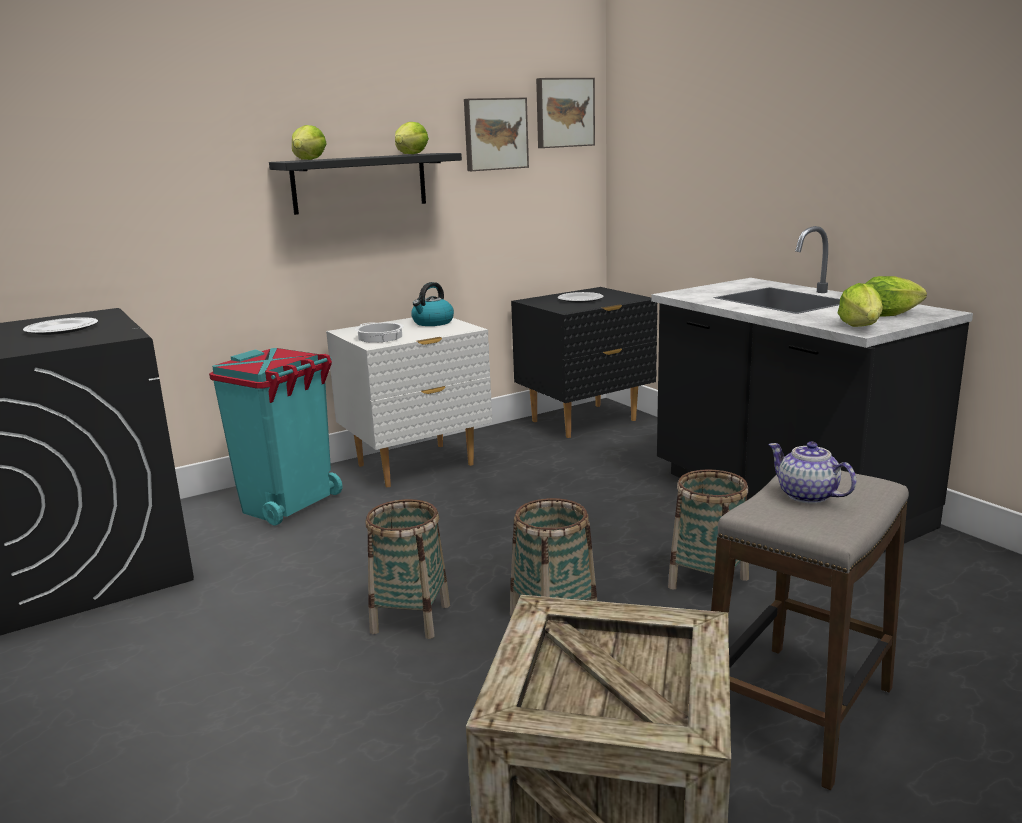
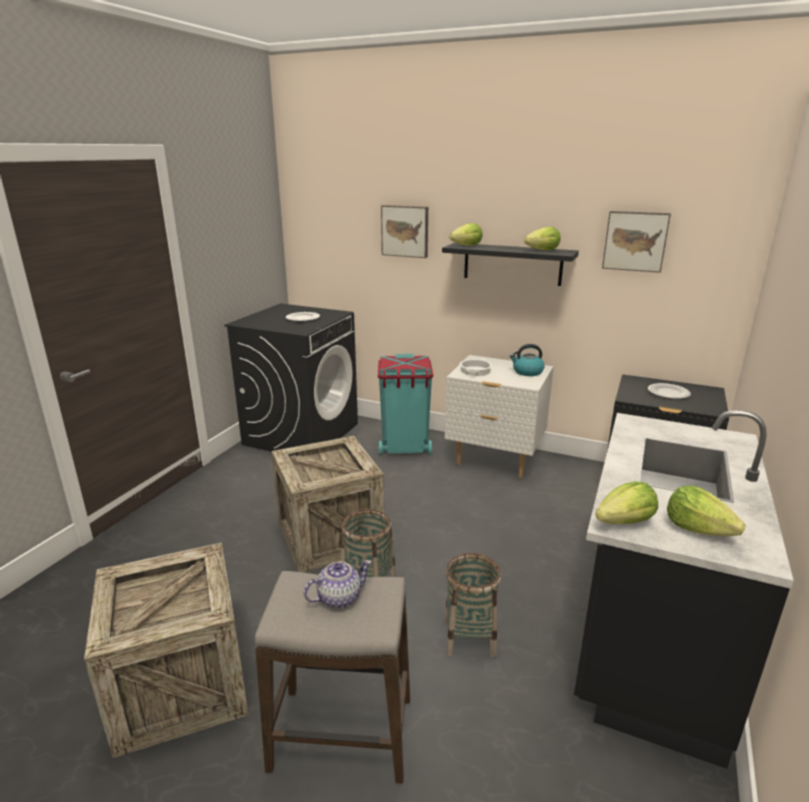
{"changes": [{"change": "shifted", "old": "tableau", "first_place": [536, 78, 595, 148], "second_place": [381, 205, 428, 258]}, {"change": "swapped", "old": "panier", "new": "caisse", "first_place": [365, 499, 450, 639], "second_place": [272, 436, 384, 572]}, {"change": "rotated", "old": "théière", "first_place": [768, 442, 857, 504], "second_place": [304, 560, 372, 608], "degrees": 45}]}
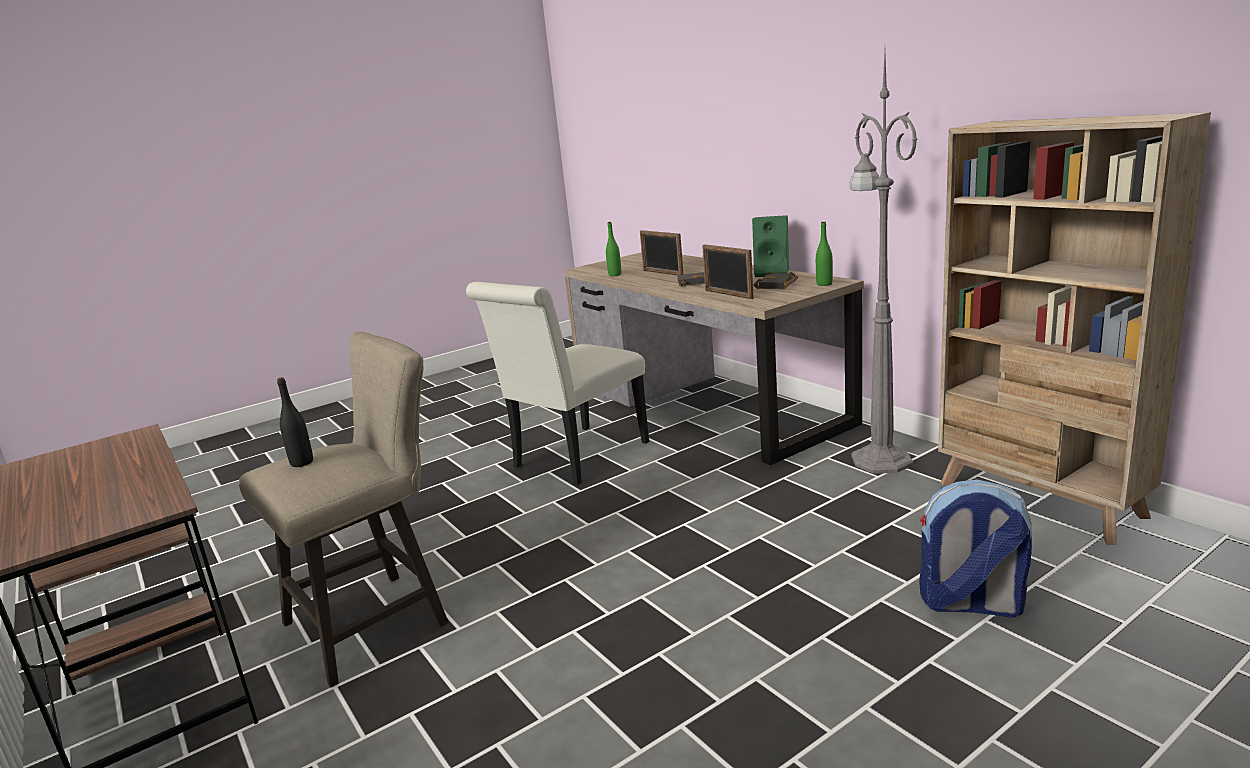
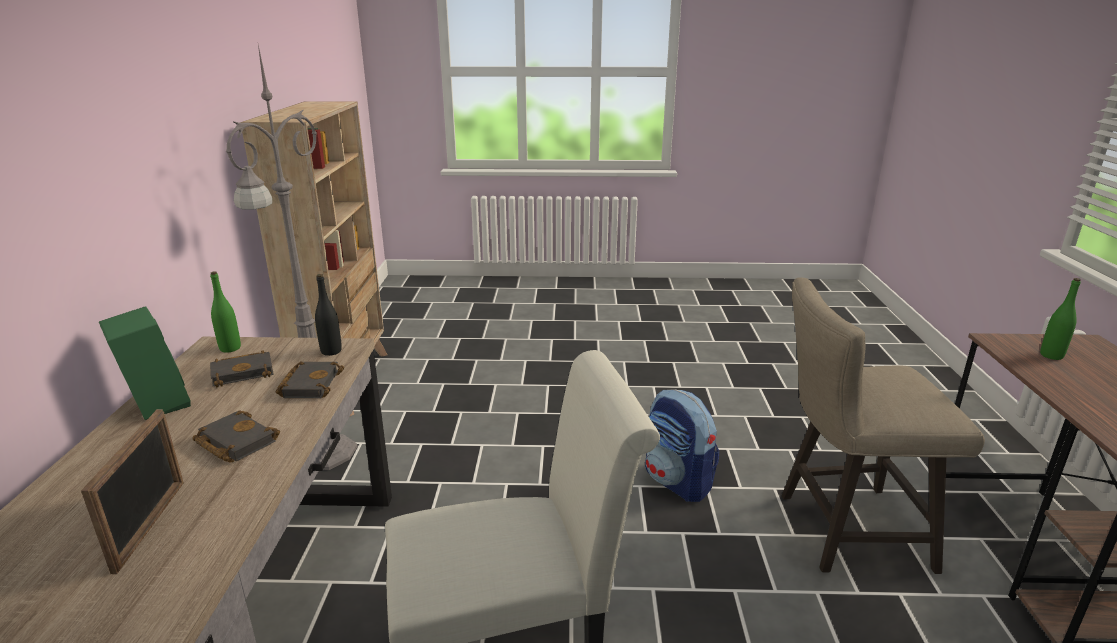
{"changes": [{"change": "shifted", "old": "bouteille (noir)", "first_place": [277, 377, 313, 467], "second_place": [315, 274, 342, 356]}, {"change": "shifted", "old": "bouteille (vert)", "first_place": [606, 222, 621, 276], "second_place": [1040, 278, 1081, 360]}, {"change": "shifted", "old": "sac à dos", "first_place": [919, 479, 1032, 618], "second_place": [645, 389, 719, 502]}, {"change": "swapped", "old": "cadre photo", "new": "livre (noir)", "first_place": [702, 244, 754, 299], "second_place": [276, 362, 344, 398]}]}
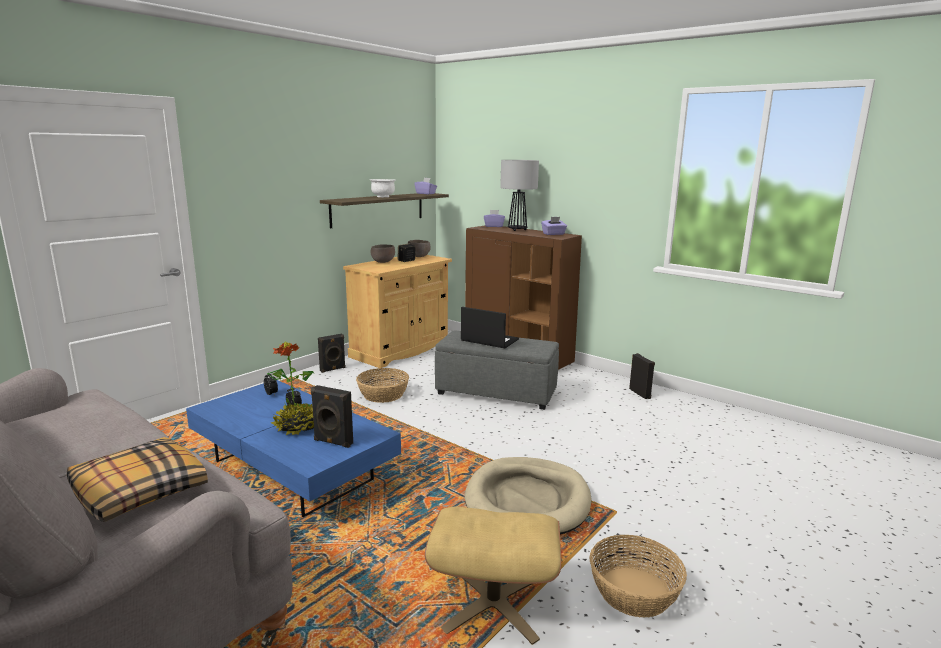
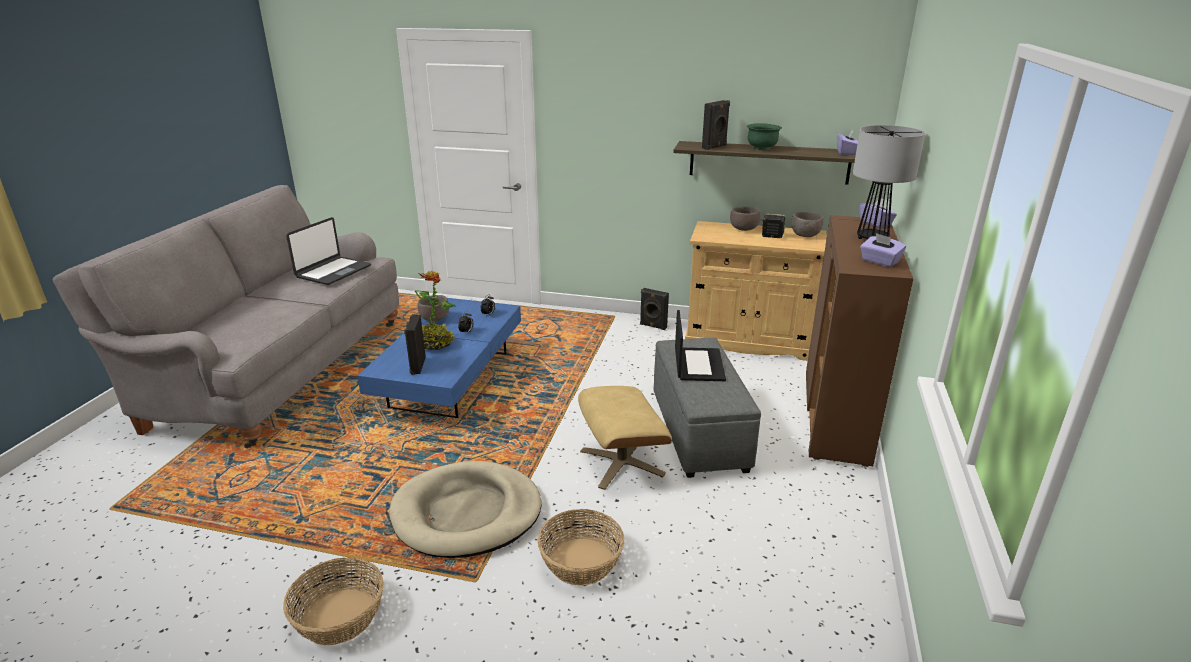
{"changes": [{"change": "gone", "old": "coussin", "first_place": [67, 437, 208, 522]}, {"change": "new", "new": "ordinateur portable", "second_place": [286, 217, 371, 285]}, {"change": "new", "new": "bol (marron)", "second_place": [417, 295, 449, 321]}, {"change": "shifted", "old": "panier", "first_place": [356, 368, 409, 403], "second_place": [537, 509, 624, 585]}, {"change": "shifted", "old": "pouf (beige)", "first_place": [425, 507, 561, 645], "second_place": [578, 386, 672, 490]}, {"change": "shifted", "old": "enceinte (noir)", "first_place": [629, 353, 655, 399], "second_place": [702, 100, 730, 150]}, {"change": "repainted", "old": "bol (blanc)", "new": "bol (vert)", "first_place": [370, 179, 396, 197], "second_place": [747, 123, 782, 150]}]}
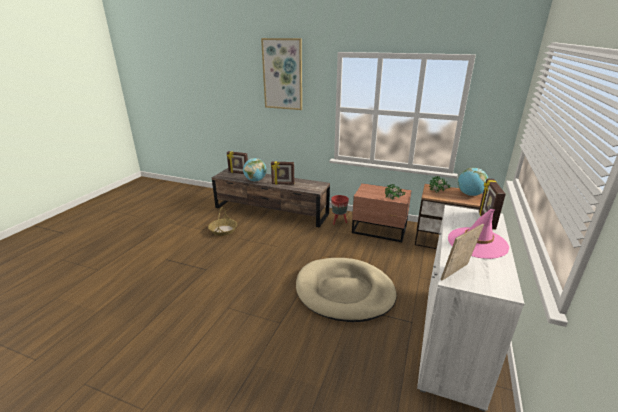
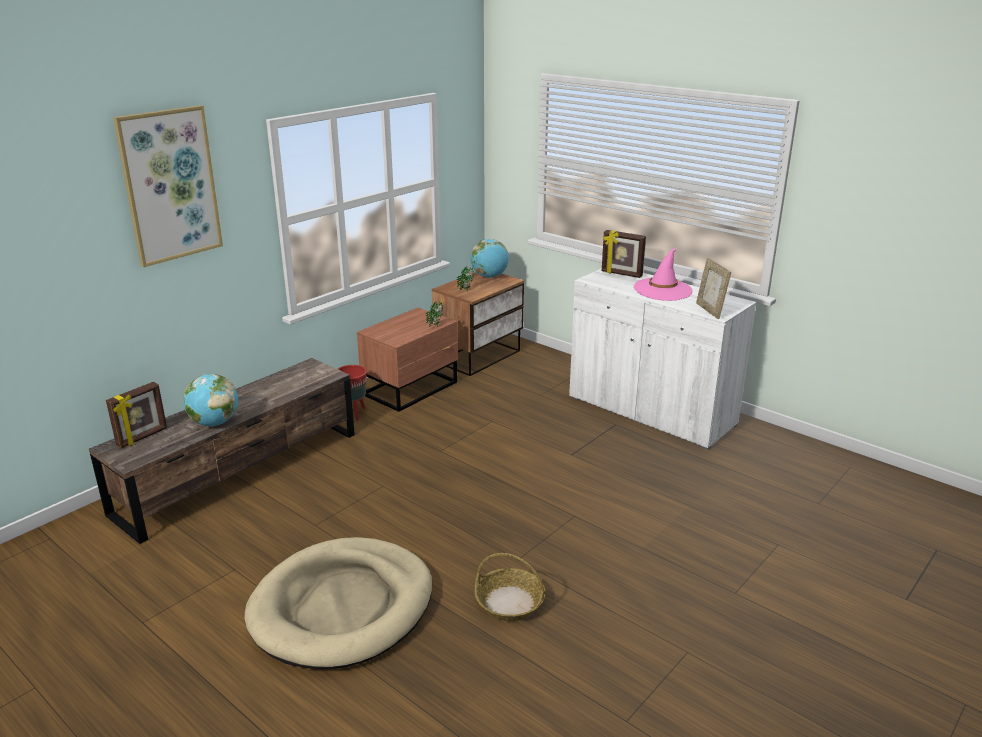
{"changes": [{"change": "gone", "old": "cadre photo", "first_place": [271, 162, 294, 185]}, {"change": "shifted", "old": "panier", "first_place": [208, 207, 237, 236], "second_place": [475, 553, 546, 621]}, {"change": "shifted", "old": "panier pour chien (beige)", "first_place": [296, 258, 397, 322], "second_place": [244, 537, 432, 669]}]}
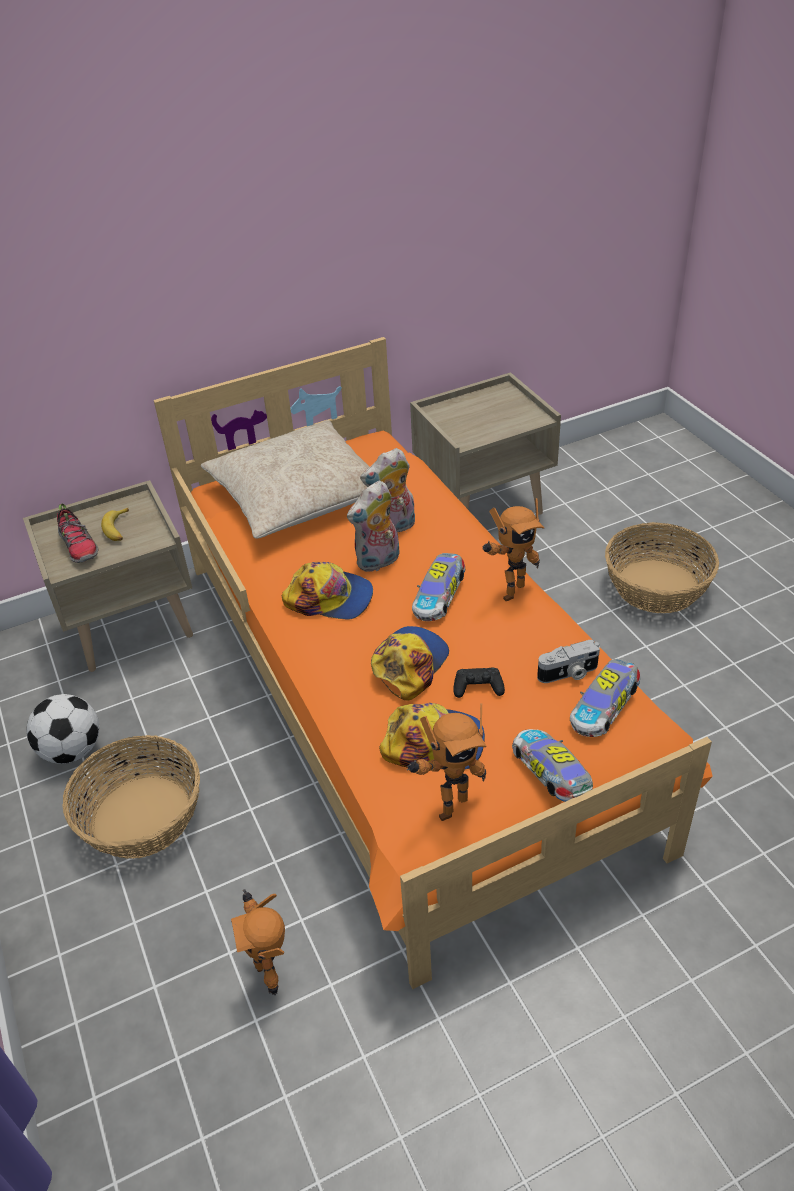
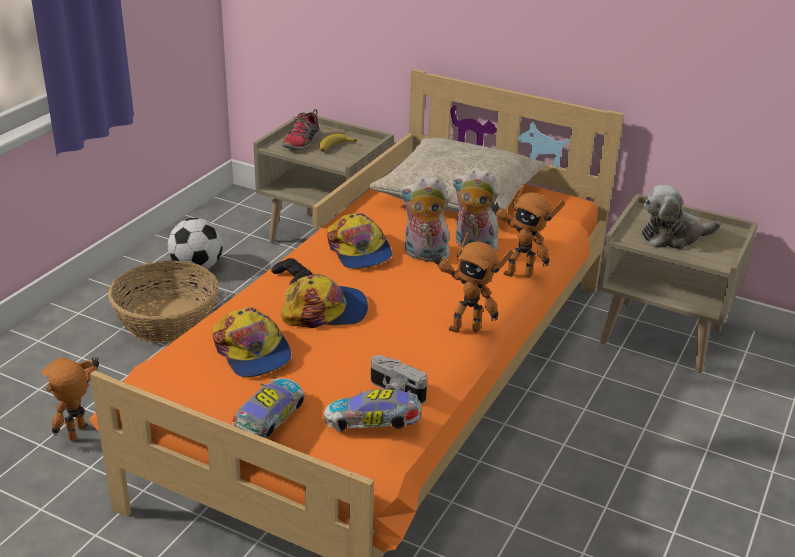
{"changes": [{"change": "gone", "old": "petite voiture", "first_place": [412, 553, 465, 621]}, {"change": "gone", "old": "panier", "first_place": [605, 522, 719, 613]}, {"change": "new", "new": "peluche", "second_place": [641, 185, 721, 249]}, {"change": "shifted", "old": "robot jouet", "first_place": [407, 703, 487, 821], "second_place": [489, 184, 565, 277]}, {"change": "shifted", "old": "manette (noir)", "first_place": [454, 667, 505, 698], "second_place": [271, 258, 312, 284]}]}
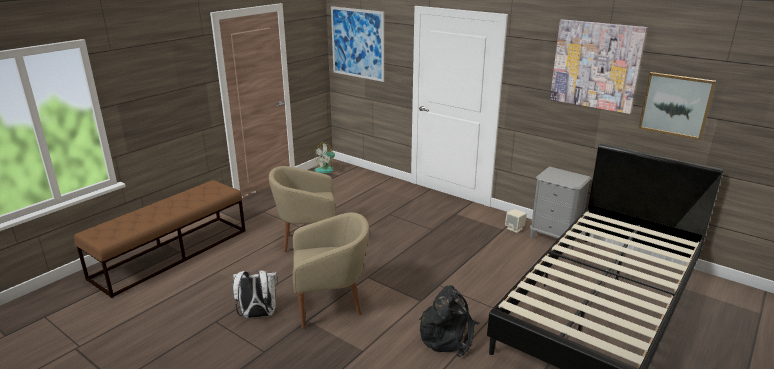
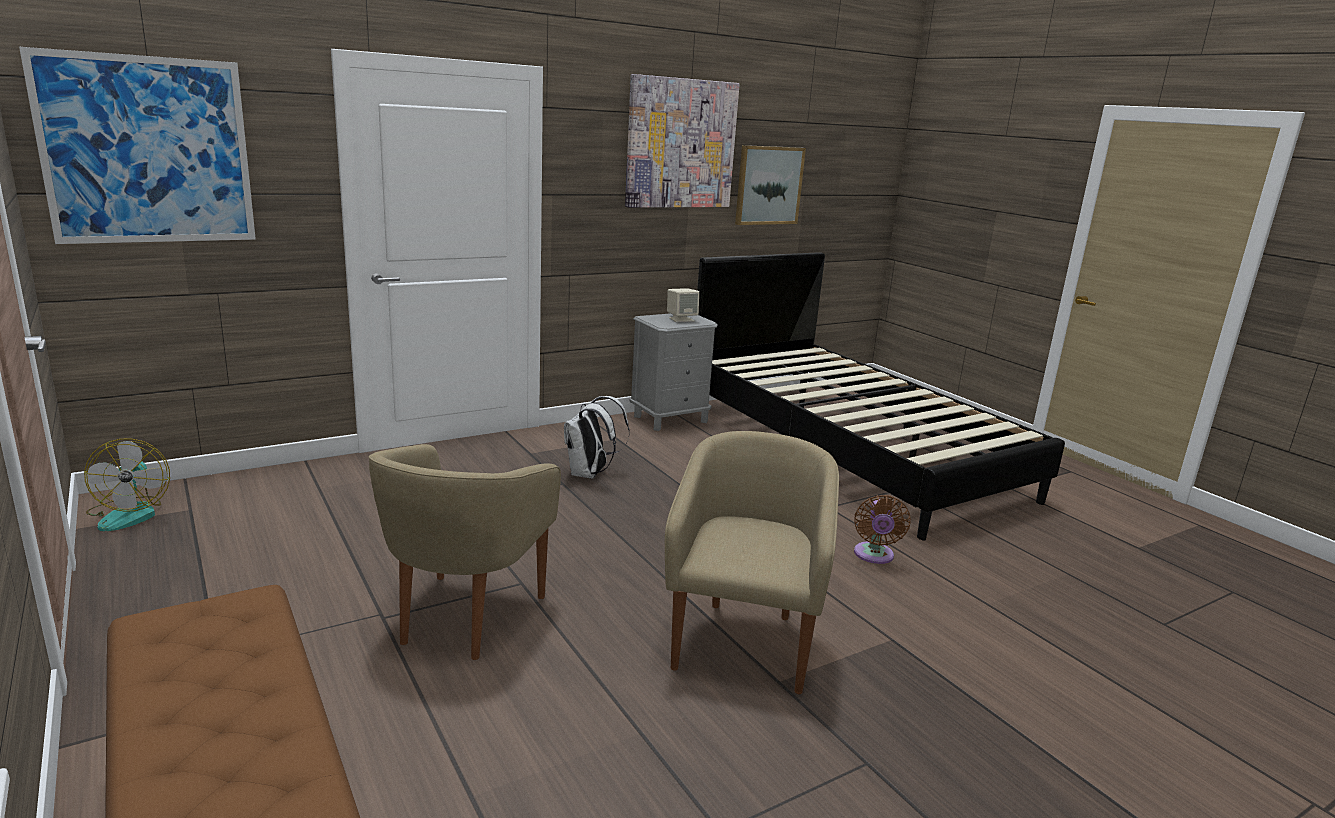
{"changes": [{"change": "shifted", "old": "sac à dos (blanc)", "first_place": [233, 269, 278, 318], "second_place": [564, 396, 629, 479]}, {"change": "shifted", "old": "enceinte (beige)", "first_place": [505, 209, 527, 233], "second_place": [667, 288, 699, 322]}, {"change": "swapped", "old": "sac à dos (noir)", "new": "ventilateur (marron)", "first_place": [419, 285, 479, 357], "second_place": [854, 495, 911, 564]}]}
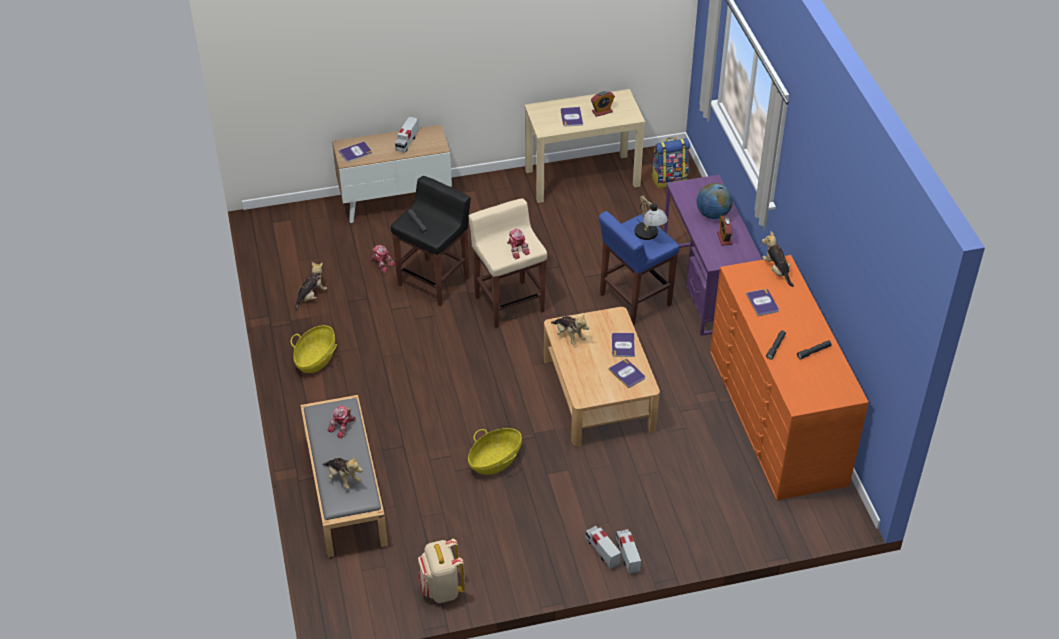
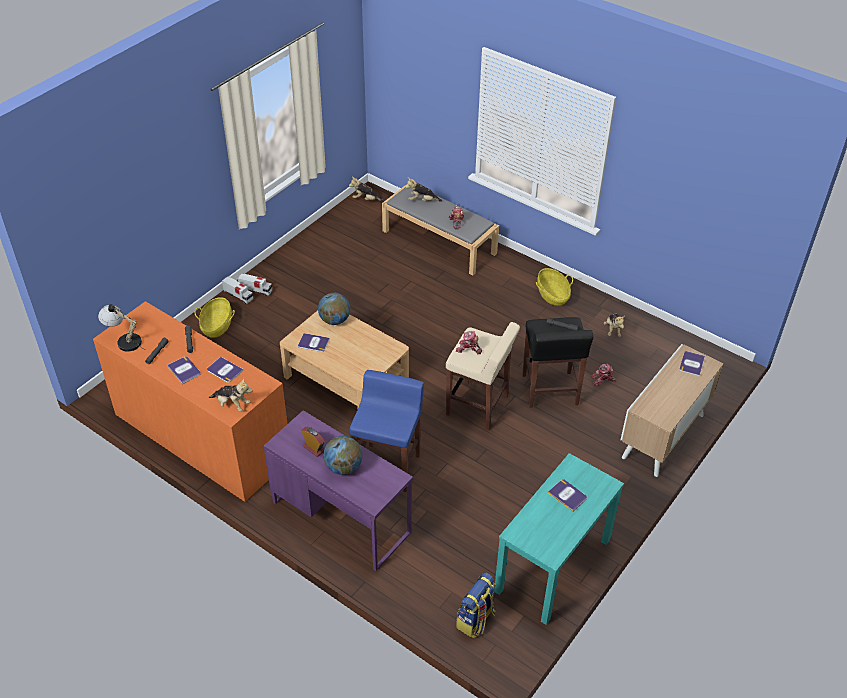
{"changes": [{"change": "gone", "old": "camion jouet", "first_place": [395, 117, 419, 153]}, {"change": "gone", "old": "sac à dos (beige)", "first_place": [418, 539, 465, 603]}, {"change": "gone", "old": "réveil", "first_place": [591, 91, 615, 117]}, {"change": "new", "new": "globe", "second_place": [318, 293, 350, 325]}, {"change": "shifted", "old": "panier", "first_place": [468, 428, 522, 475], "second_place": [195, 297, 235, 338]}, {"change": "shifted", "old": "peluche", "first_place": [551, 314, 589, 345], "second_place": [349, 177, 385, 202]}, {"change": "shifted", "old": "livre", "first_place": [612, 333, 635, 357], "second_place": [167, 356, 201, 384]}, {"change": "shifted", "old": "lampe de table", "first_place": [635, 195, 668, 240], "second_place": [98, 304, 146, 352]}, {"change": "repainted", "old": "table console (beige)", "new": "table console (turquoise)", "first_place": [525, 89, 645, 203], "second_place": [494, 453, 624, 625]}]}
